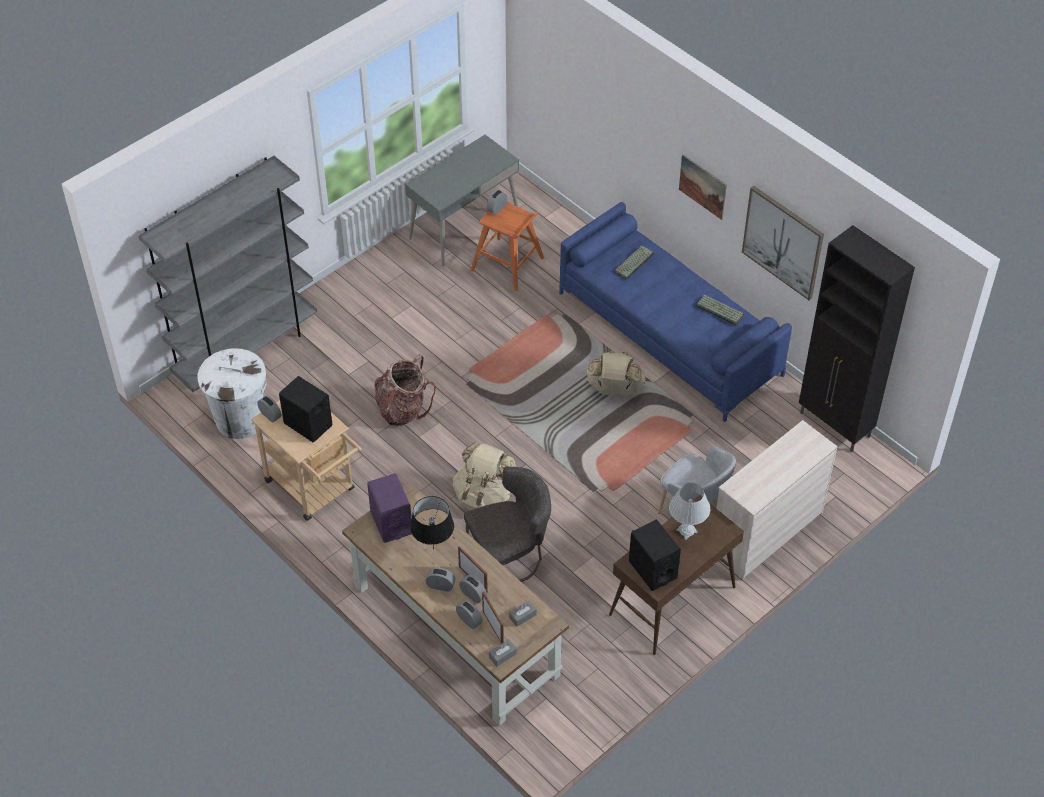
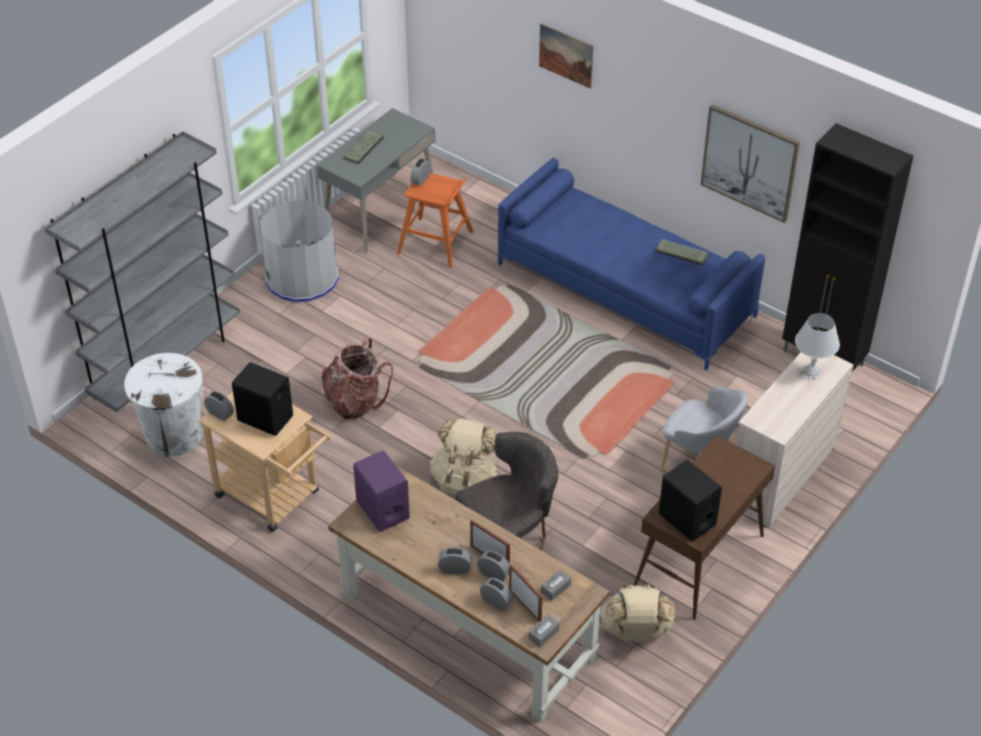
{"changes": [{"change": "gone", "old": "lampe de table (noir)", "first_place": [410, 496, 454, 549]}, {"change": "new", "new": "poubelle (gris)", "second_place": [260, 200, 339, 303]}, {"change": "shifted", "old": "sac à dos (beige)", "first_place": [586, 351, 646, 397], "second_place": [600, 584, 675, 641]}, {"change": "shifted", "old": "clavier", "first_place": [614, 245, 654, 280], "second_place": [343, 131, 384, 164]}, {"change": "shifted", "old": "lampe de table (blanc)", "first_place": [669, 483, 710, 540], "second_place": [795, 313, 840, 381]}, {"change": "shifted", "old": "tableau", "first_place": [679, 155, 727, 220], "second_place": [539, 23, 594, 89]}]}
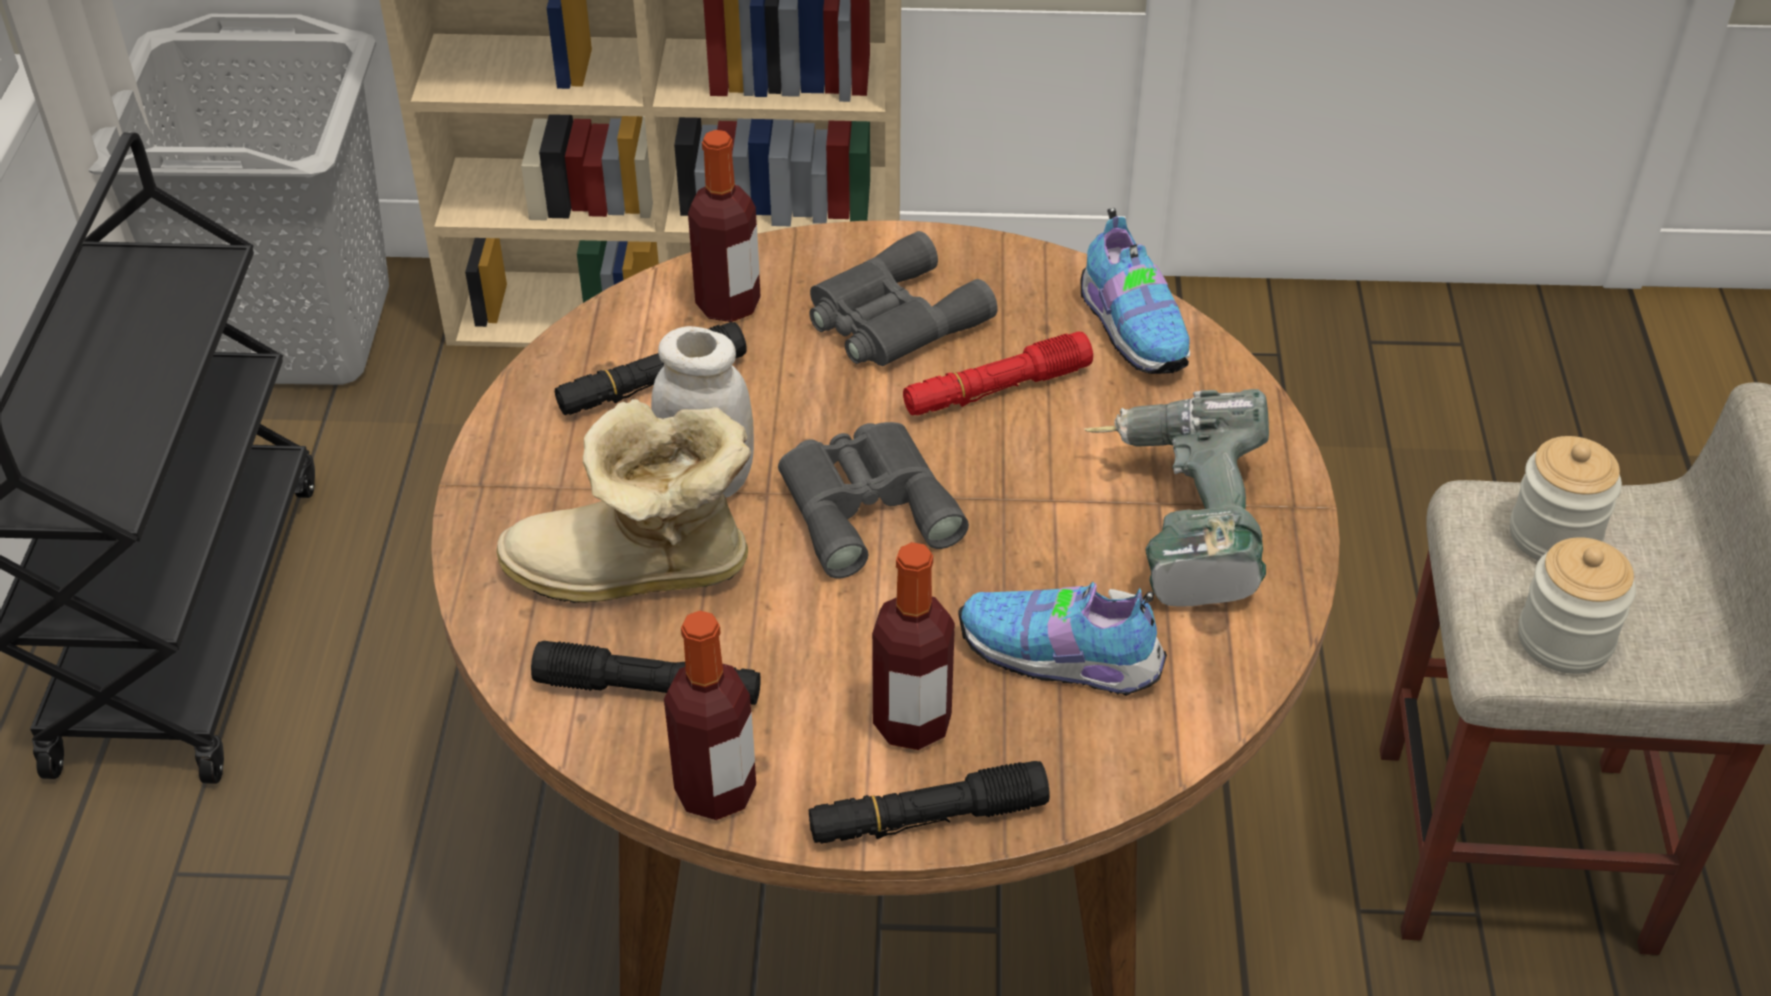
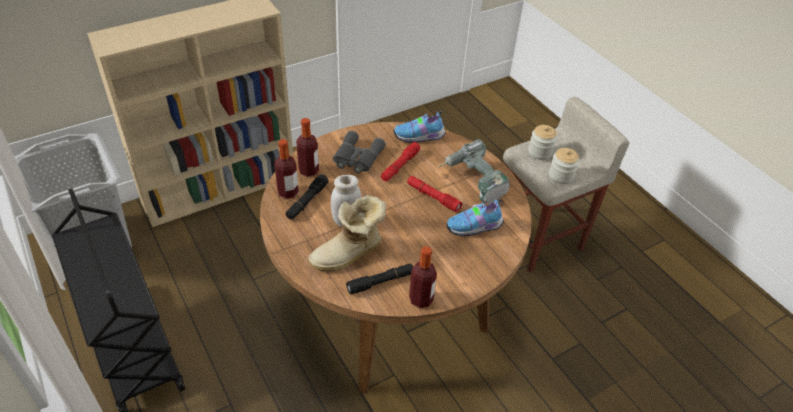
{"changes": [{"change": "gone", "old": "jumelles (gris)", "first_place": [778, 422, 969, 578]}, {"change": "gone", "old": "lampe de poche (noir)", "first_place": [809, 761, 1050, 844]}, {"change": "new", "new": "lampe de poche (rouge)", "second_place": [407, 176, 462, 212]}, {"change": "shifted", "old": "bouteille", "first_place": [872, 542, 955, 750], "second_place": [274, 139, 299, 199]}, {"change": "rotated", "old": "chaussure", "first_place": [1081, 208, 1190, 374], "second_place": [394, 111, 446, 143], "degrees": 135}]}
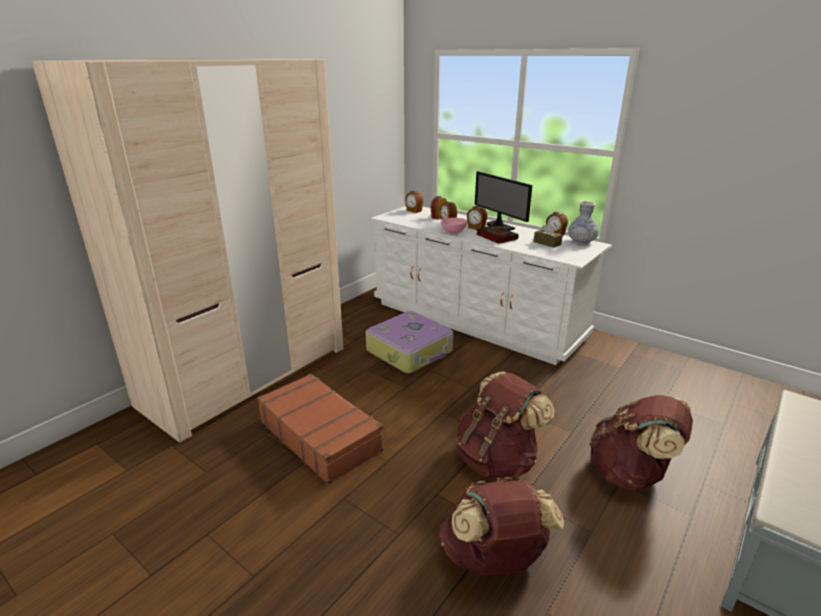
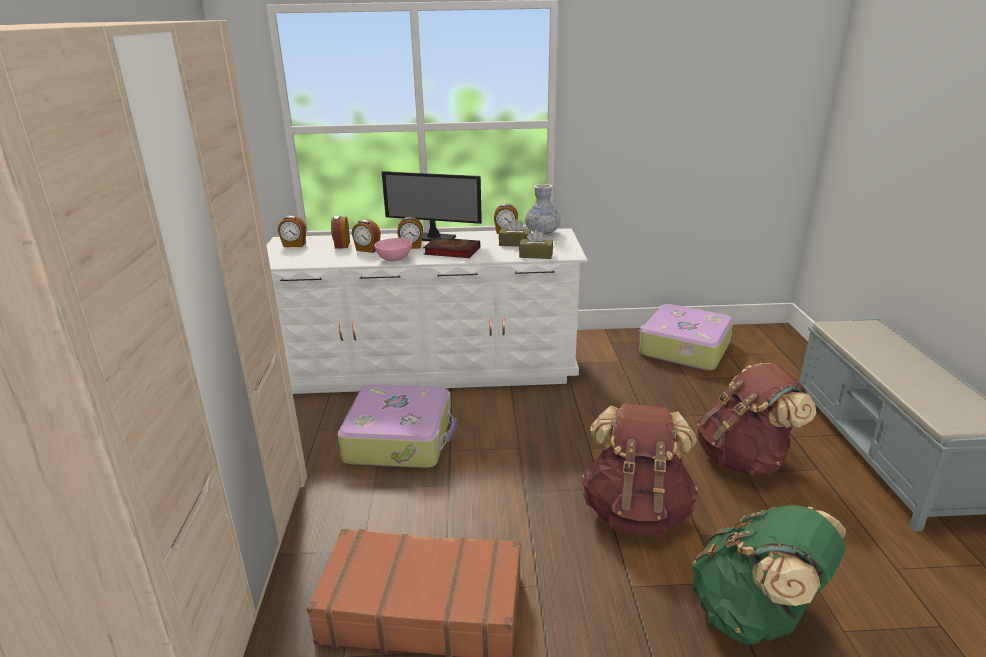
{"changes": [{"change": "new", "new": "boîte à mouchoirs (marron)", "second_place": [519, 229, 553, 259]}, {"change": "new", "new": "valise", "second_place": [638, 304, 734, 371]}, {"change": "repainted", "old": "sac à dos (marron)", "new": "sac à dos (vert)", "first_place": [439, 477, 564, 576], "second_place": [692, 505, 846, 644]}]}
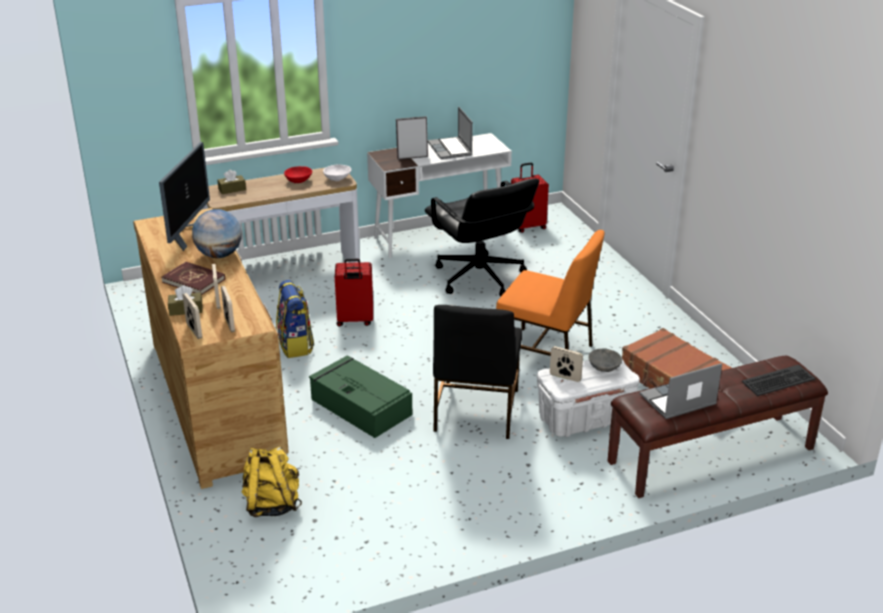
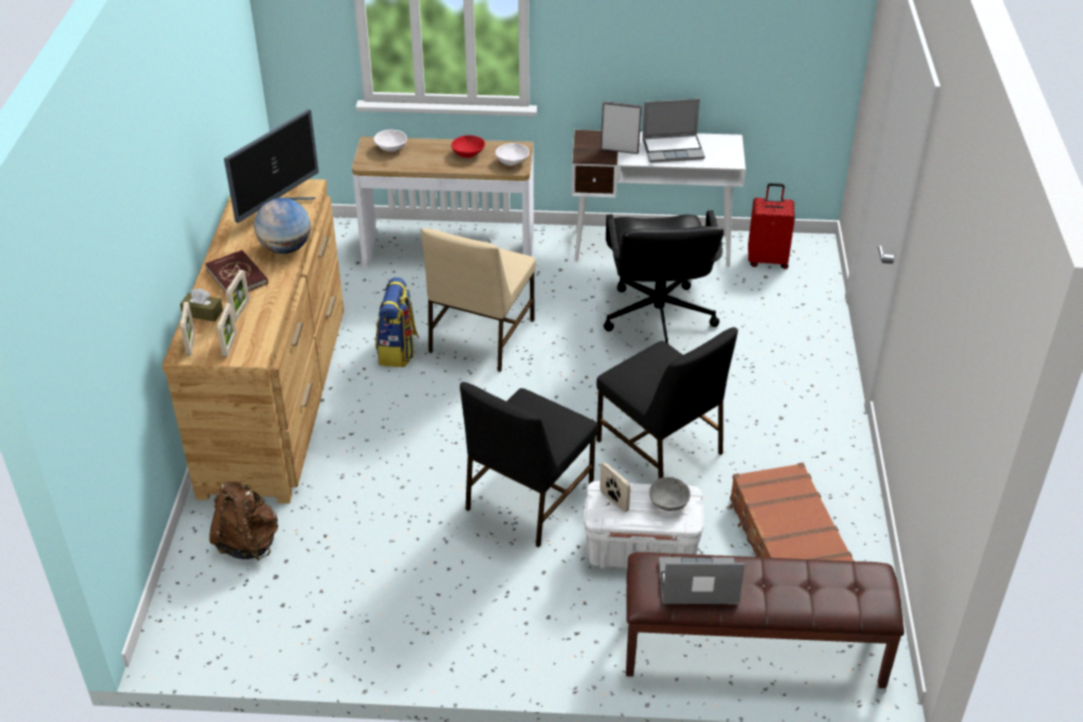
{"changes": [{"change": "gone", "old": "boîte de rangement (vert)", "first_place": [309, 355, 412, 438]}, {"change": "gone", "old": "clavier", "first_place": [742, 365, 815, 396]}, {"change": "swapped", "old": "boîte à mouchoirs (marron)", "new": "bol (blanc)", "first_place": [217, 170, 246, 194], "second_place": [374, 130, 407, 152]}, {"change": "swapped", "old": "valise (rouge)", "new": "chaise (beige)", "first_place": [335, 259, 373, 327], "second_place": [421, 228, 536, 372]}, {"change": "repainted", "old": "sac à dos (jaune)", "new": "sac à dos (marron)", "first_place": [242, 446, 302, 517], "second_place": [209, 481, 278, 560]}, {"change": "repainted", "old": "chaise (orange)", "new": "chaise (noir)", "first_place": [496, 230, 605, 356], "second_place": [596, 327, 738, 479]}, {"change": "rotated", "old": "ordinateur portable", "first_place": [428, 106, 473, 159], "second_place": [642, 99, 705, 163], "degrees": -105}]}
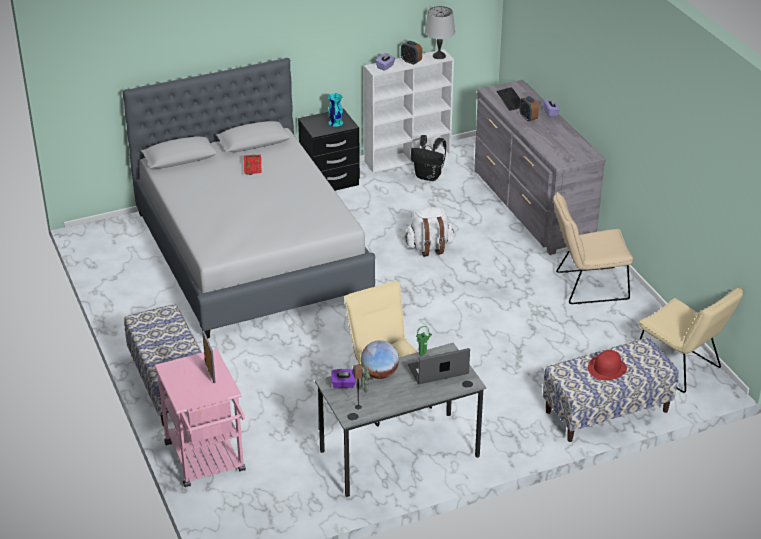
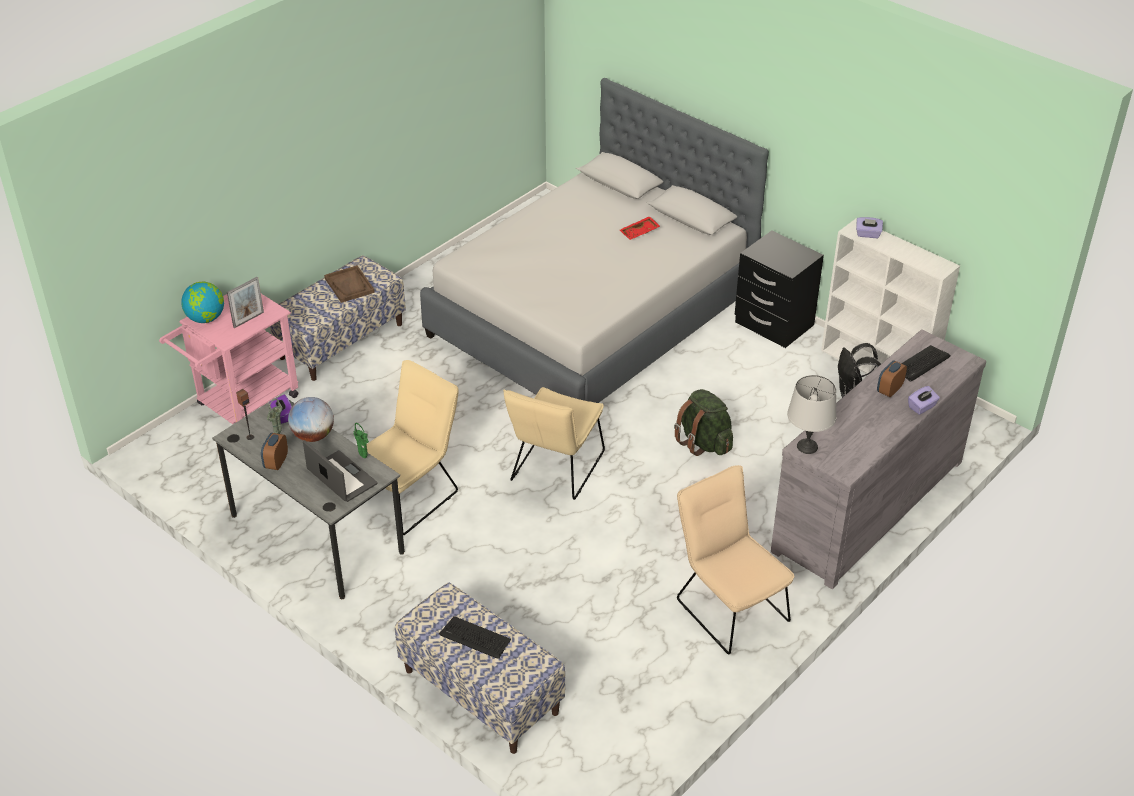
{"changes": [{"change": "gone", "old": "vase (turquoise)", "first_place": [328, 93, 343, 127]}, {"change": "new", "new": "globe", "second_place": [181, 282, 224, 323]}, {"change": "new", "new": "plateau (marron)", "second_place": [324, 265, 375, 303]}, {"change": "shifted", "old": "réveil", "first_place": [401, 41, 422, 65], "second_place": [261, 433, 288, 470]}, {"change": "shifted", "old": "lampe de table (gris)", "first_place": [425, 6, 455, 59], "second_place": [787, 375, 837, 454]}, {"change": "shifted", "old": "chaise (beige)", "first_place": [639, 287, 743, 393], "second_place": [503, 387, 605, 500]}, {"change": "swapped", "old": "chapeau (rouge)", "new": "clavier", "first_place": [588, 350, 627, 380], "second_place": [439, 616, 511, 659]}, {"change": "repainted", "old": "sac à dos (blanc)", "new": "sac à dos (vert)", "first_place": [405, 207, 454, 257], "second_place": [674, 389, 733, 456]}]}
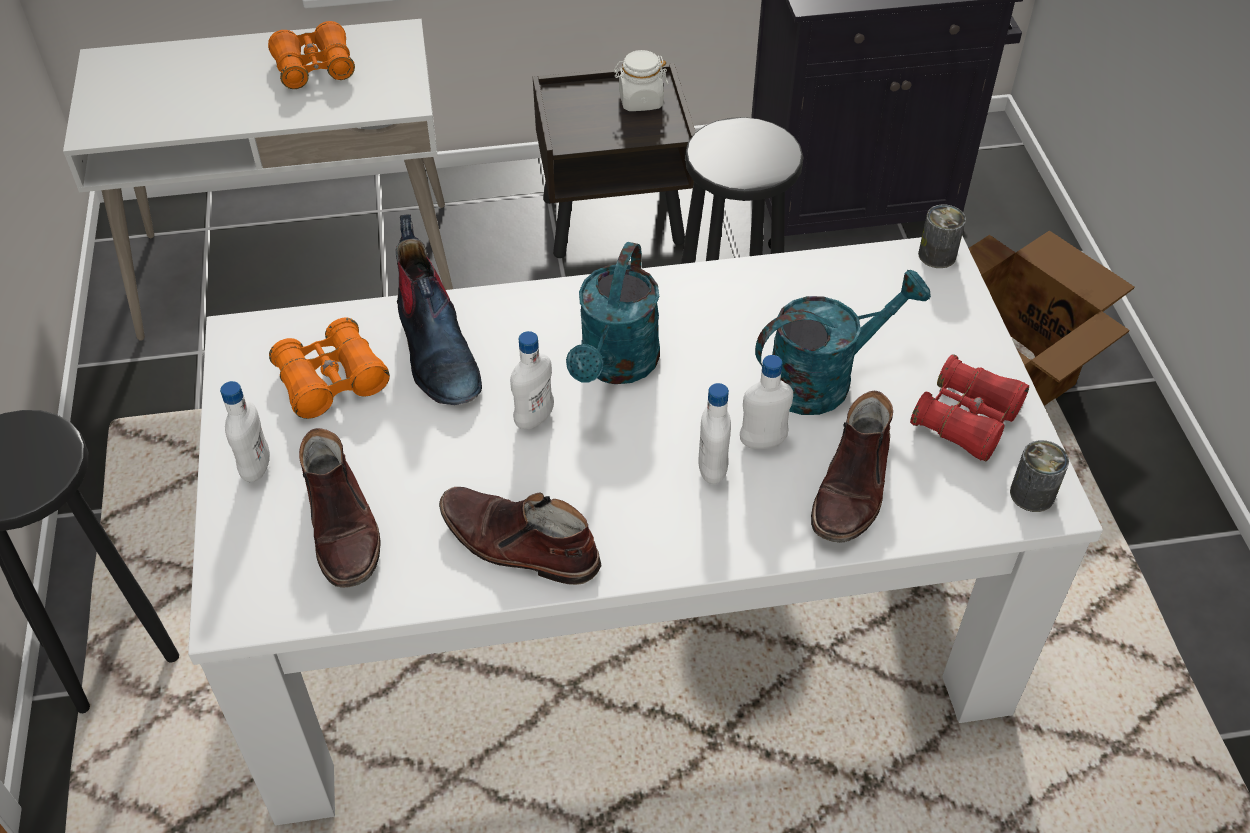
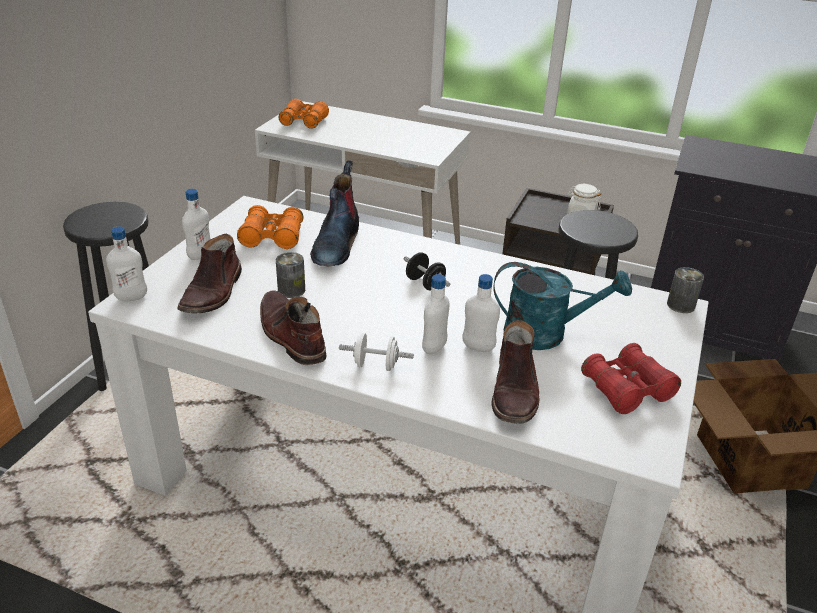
{"changes": [{"change": "new", "new": "haltère (blanc)", "second_place": [339, 333, 414, 371]}, {"change": "shifted", "old": "jumelles (orange)", "first_place": [268, 21, 355, 89], "second_place": [279, 99, 329, 129]}, {"change": "shifted", "old": "bouteille (blanc)", "first_place": [510, 331, 554, 429], "second_place": [106, 227, 147, 301]}, {"change": "shifted", "old": "boîte métallique", "first_place": [1010, 440, 1069, 512], "second_place": [276, 252, 305, 298]}, {"change": "swapped", "old": "arrosoir (turquoise)", "new": "haltère (noir)", "first_place": [566, 242, 660, 384], "second_place": [403, 252, 450, 291]}, {"change": "rotated", "old": "botte (marron)", "first_place": [811, 391, 893, 543], "second_place": [491, 320, 540, 424], "degrees": -45}]}
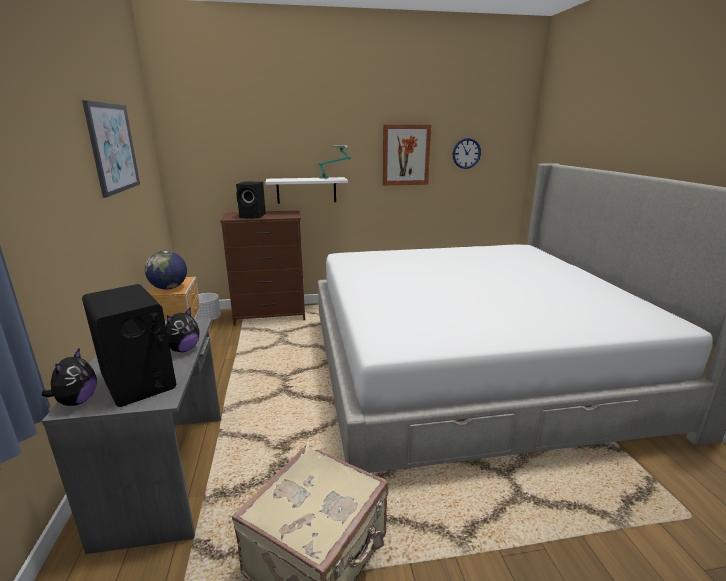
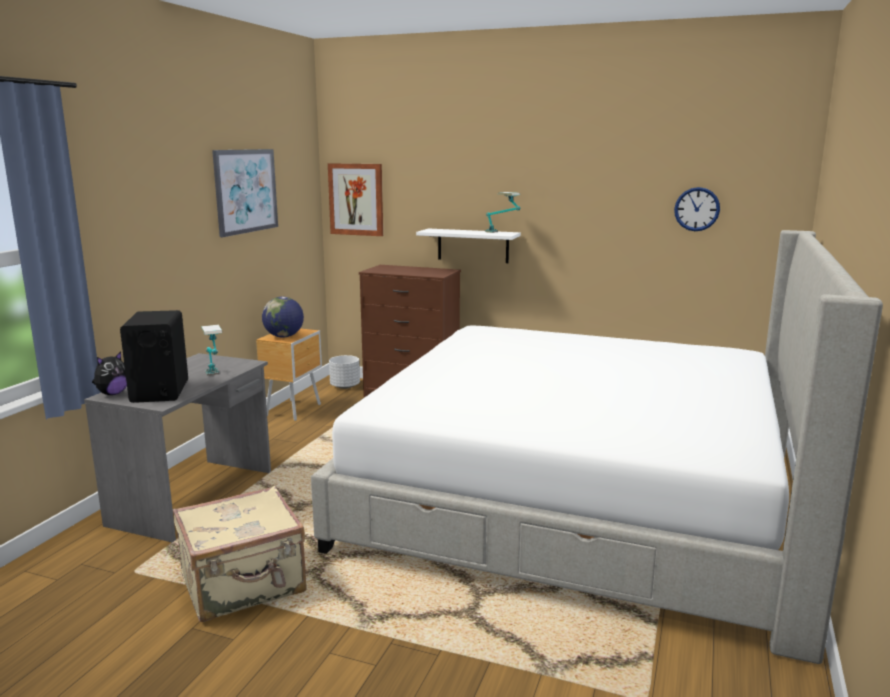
{"changes": [{"change": "gone", "old": "enceinte (noir)", "first_place": [236, 182, 266, 219]}, {"change": "shifted", "old": "tableau", "first_place": [382, 125, 431, 186], "second_place": [328, 163, 383, 236]}, {"change": "swapped", "old": "peluche", "new": "lampe de table", "first_place": [166, 307, 200, 352], "second_place": [201, 325, 222, 375]}]}
